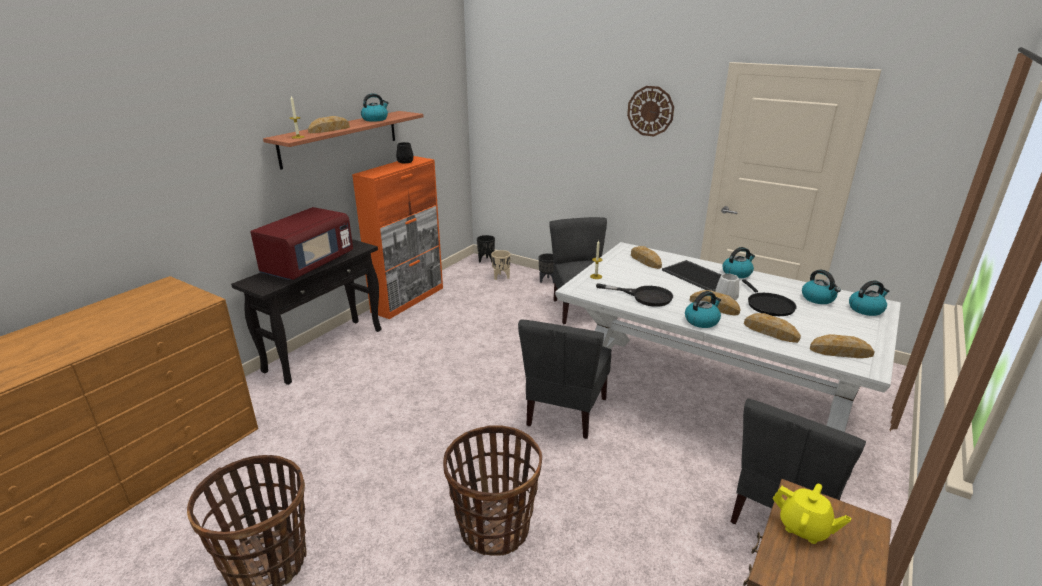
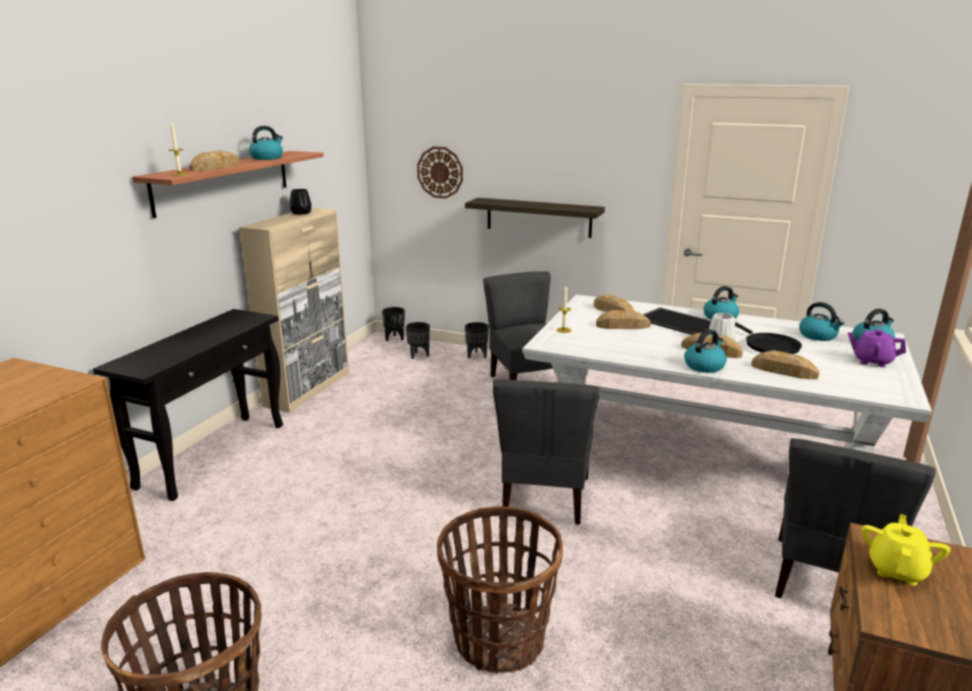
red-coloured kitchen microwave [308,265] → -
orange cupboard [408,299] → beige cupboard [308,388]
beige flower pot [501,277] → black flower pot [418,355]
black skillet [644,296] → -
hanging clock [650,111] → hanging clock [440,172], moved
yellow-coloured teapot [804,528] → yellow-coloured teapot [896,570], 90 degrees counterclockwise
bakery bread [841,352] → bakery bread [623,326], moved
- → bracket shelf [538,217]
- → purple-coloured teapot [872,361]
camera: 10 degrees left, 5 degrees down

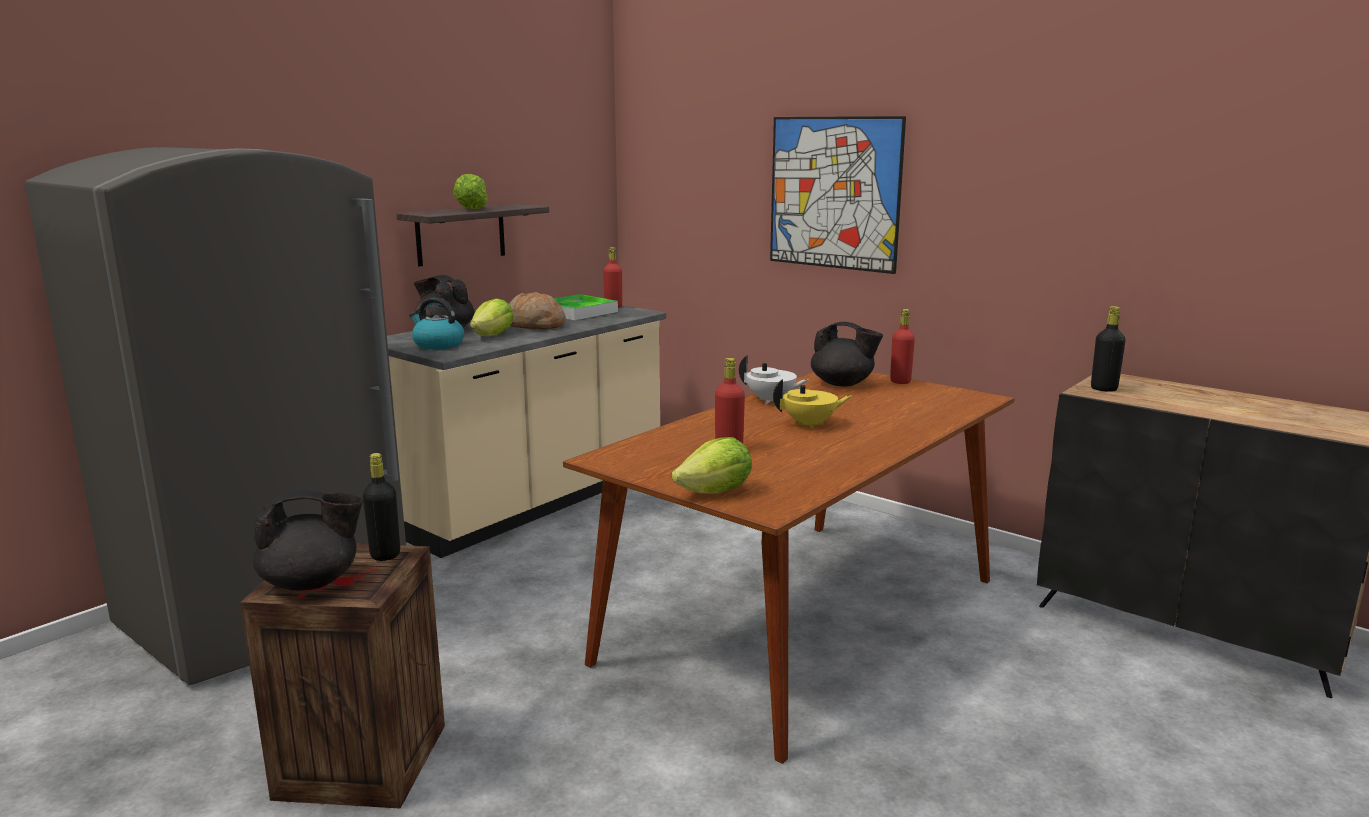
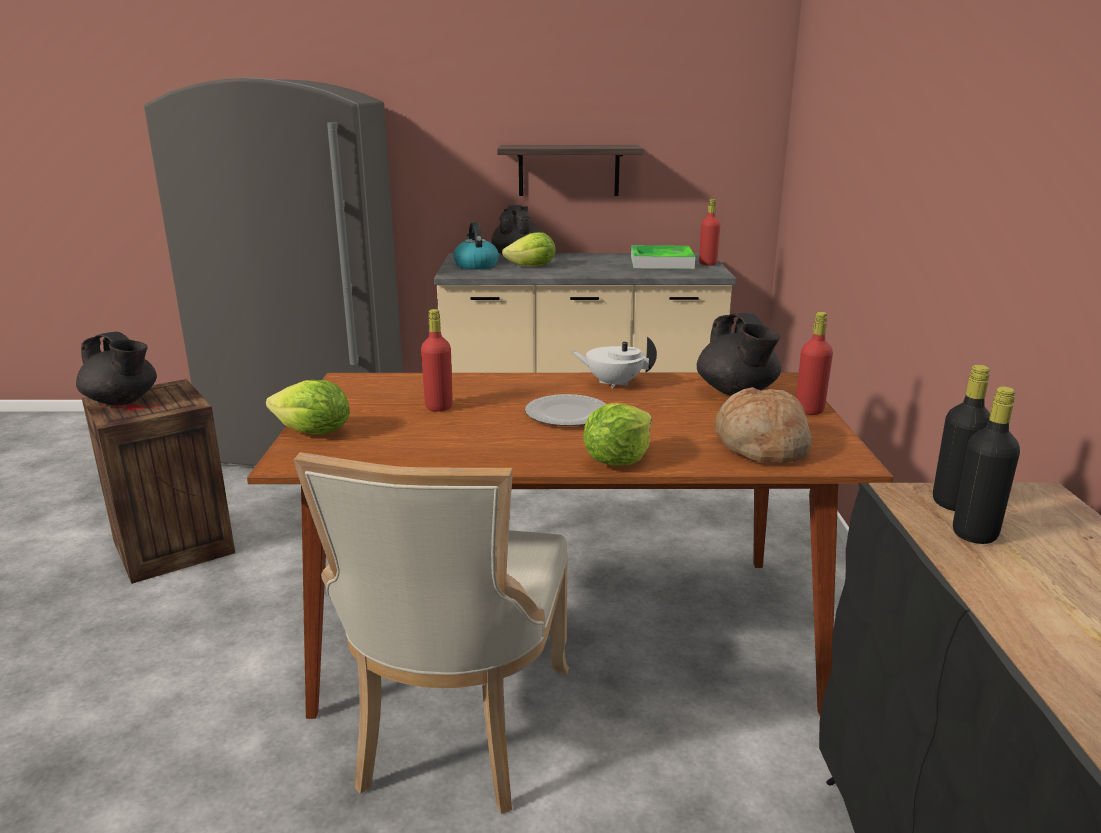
black beverage bottle [385,555] → black beverage bottle [974,534], moved
lettuce head [471,209] → lettuce head [617,460], moved
bakery bread [535,325] → bakery bread [760,445], moved
whitish teapot [771,401] → whitish teapot [613,383], 120 degrees clockwise
picture [834,193] → -
yellow-coloured teapot [810,424] → plate [567,414]
- → beige plain chair [458,731]
camera: 50 degrees right, 5 degrees up

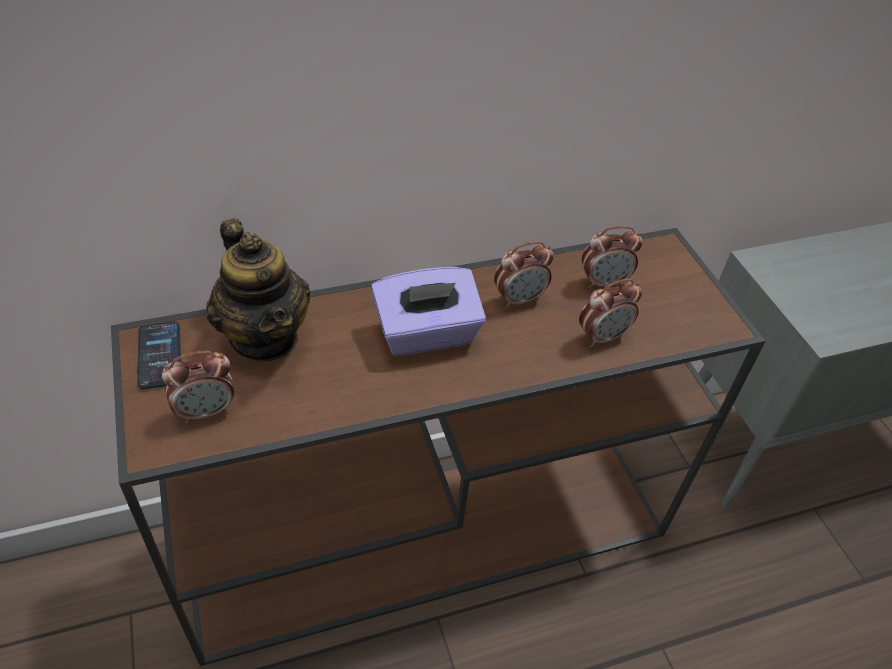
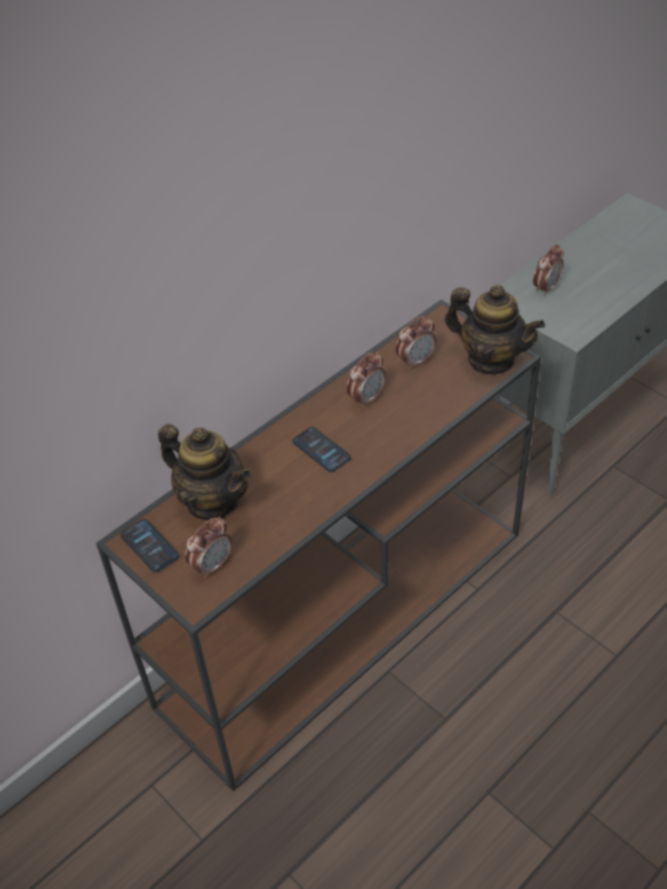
purple-coloured box of tissues [426,334] → handset [321,450]
alarm clock [602,337] → alarm clock [546,288], moved
- → teapot [491,359]
camera: 20 degrees left, 0 degrees up

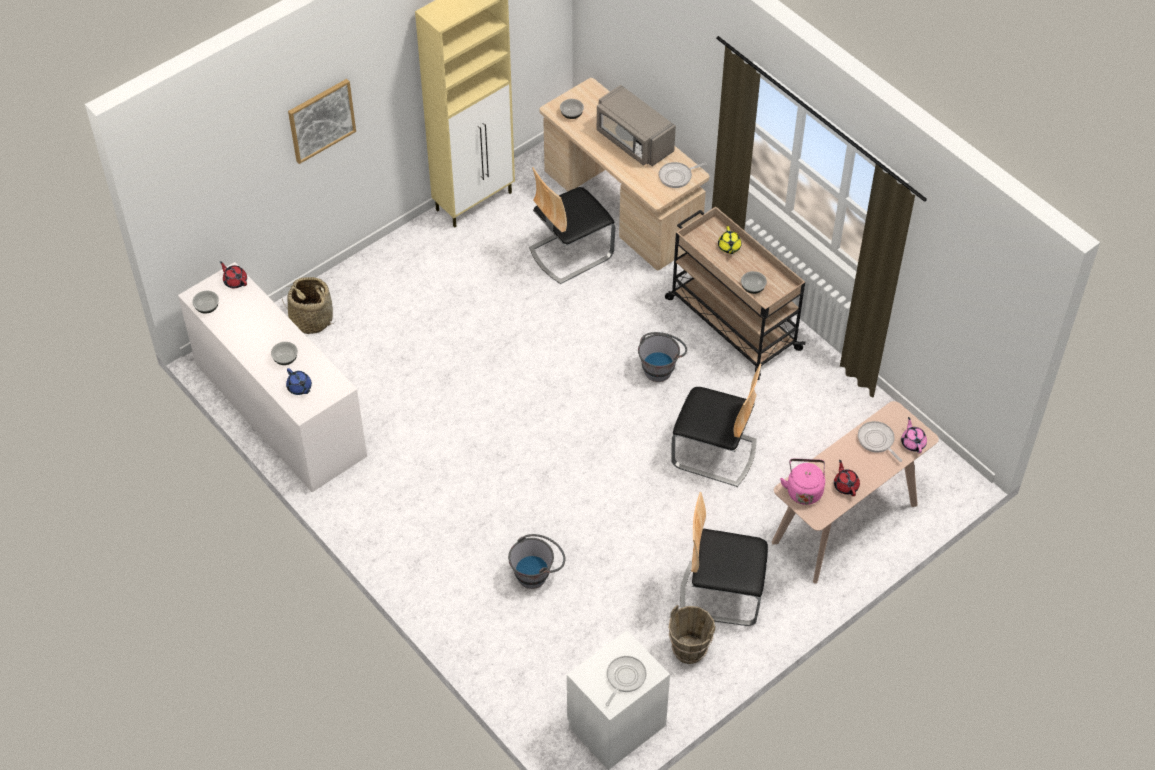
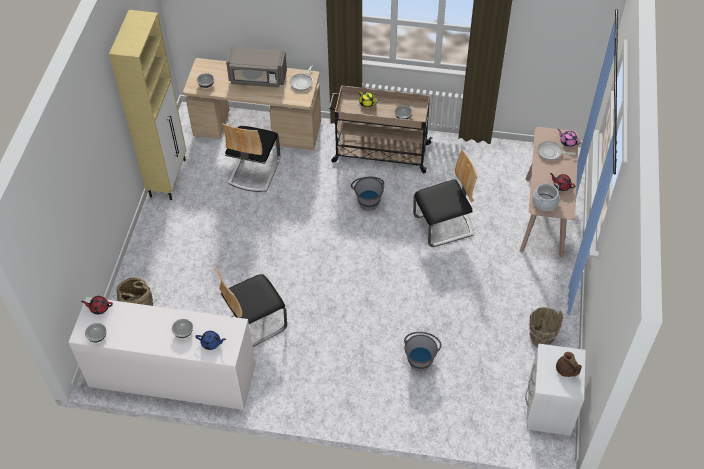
picture [321,120] → -
skillet [624,678] → brown teapot [566,370]
plain chair [721,593] → plain chair [253,324], moved
pink-coloured kettle [804,490] → stockpot [544,202]
camera: 40 degrees left, 0 degrees up

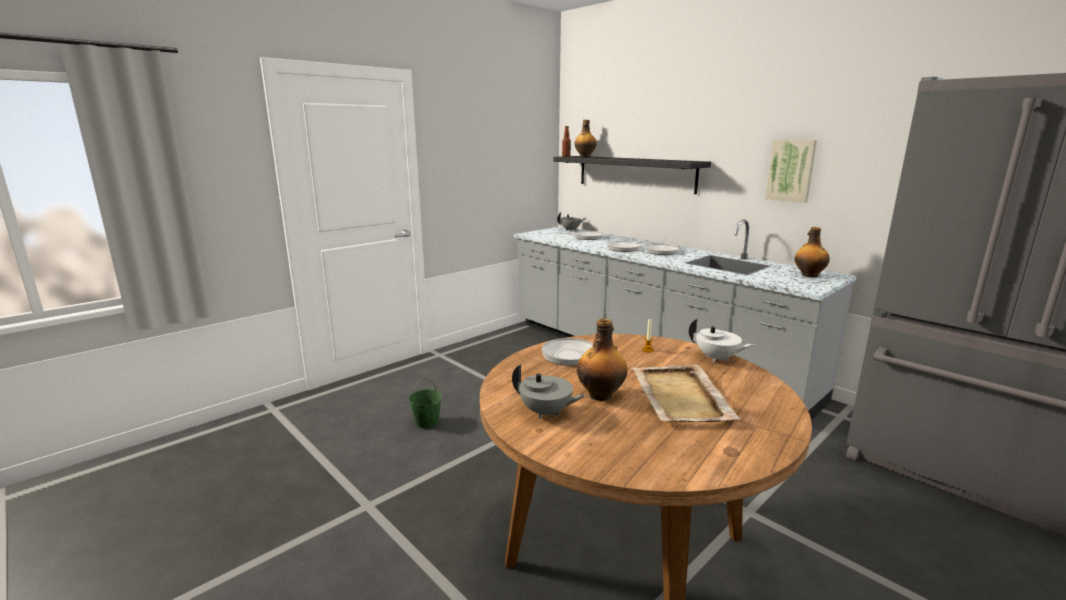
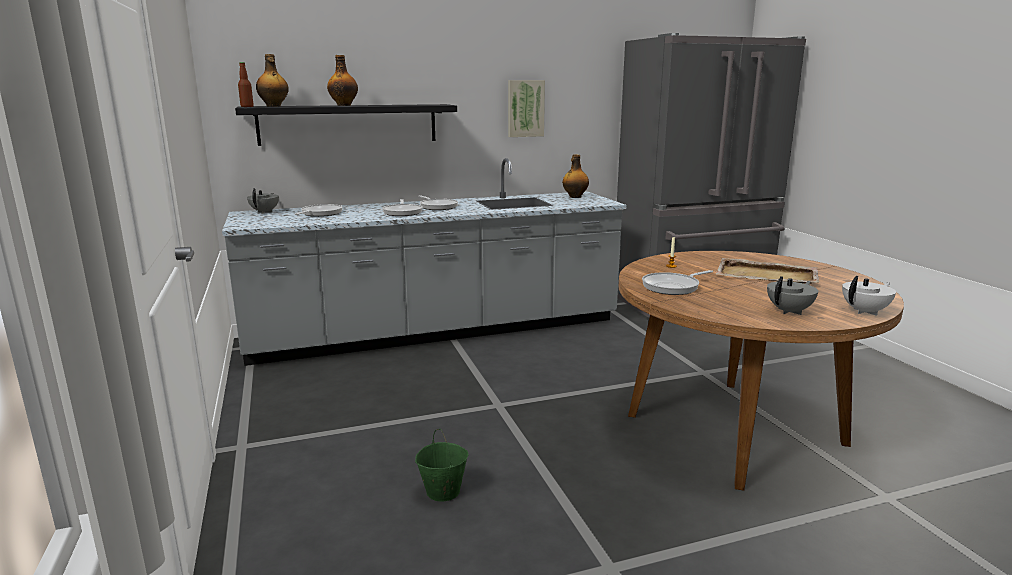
beverage bottle [601,395] → beverage bottle [344,105], moved
whitish teapot [717,358] → whitish teapot [865,311], moved
camera: 65 degrees left, 0 degrees up

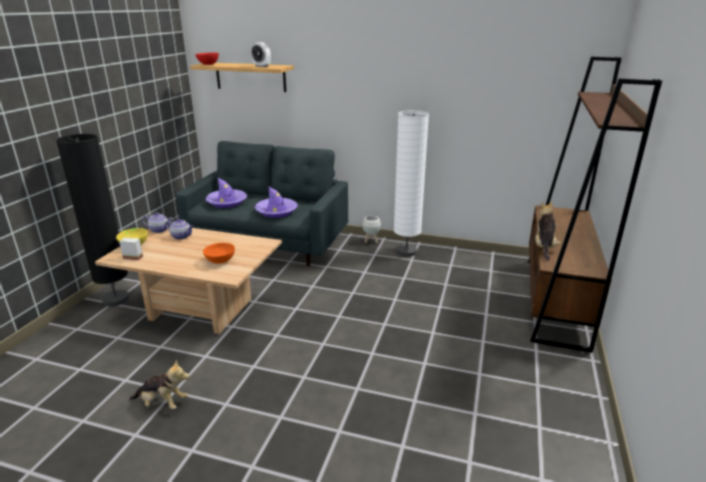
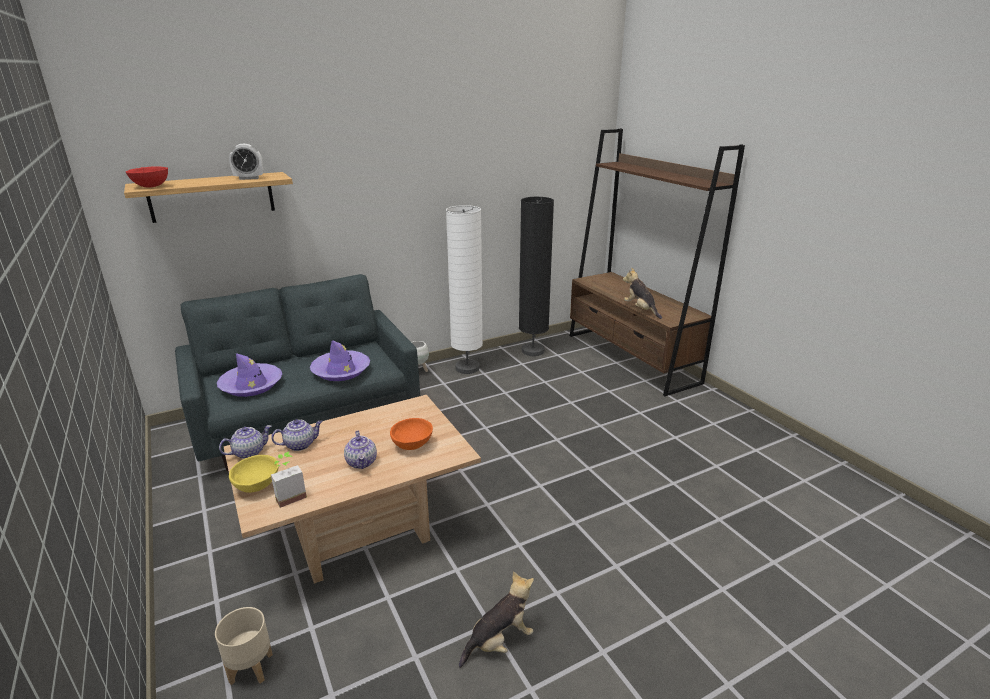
black floor lamp [116,299] → black floor lamp [533,351], moved
- → beige flower pot [250,668]
- → teapot [362,462]
camera: 45 degrees left, 0 degrees up

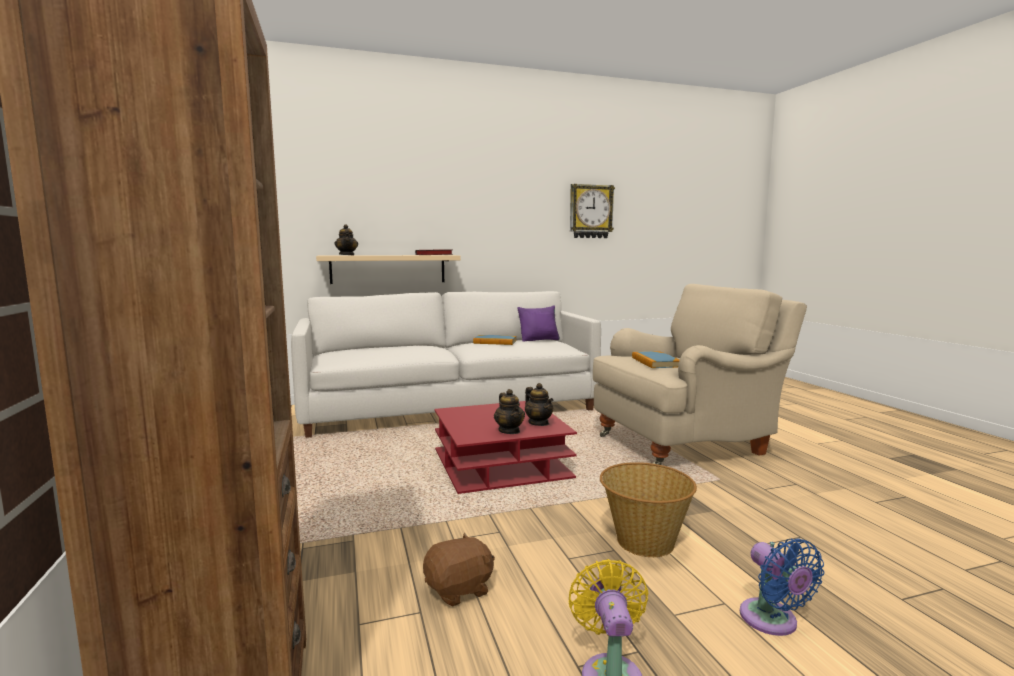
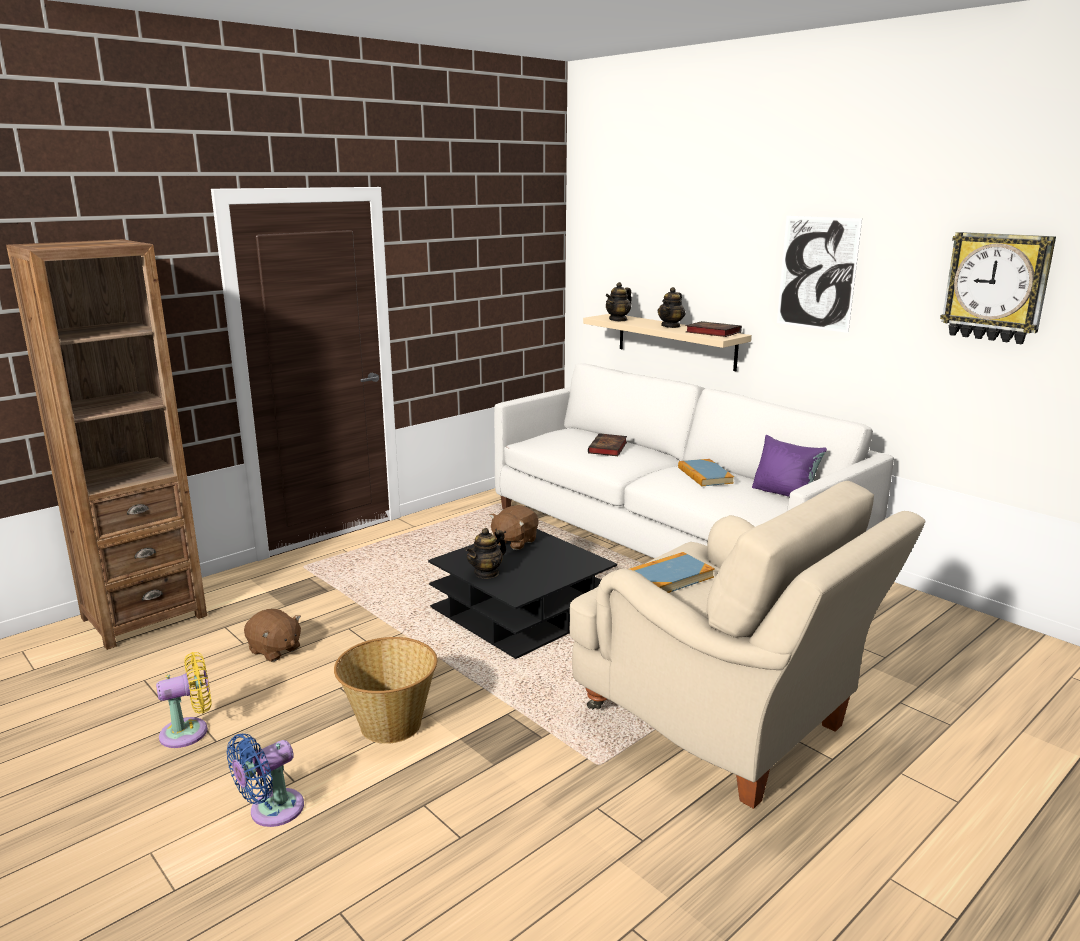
red-coloured coffee table [500,464] → black coffee table [522,611]
teapot [538,423] → teapot [671,326], moved
- → brown soft toy [514,542]
- → book [608,448]
- → picture [817,273]
camera: 65 degrees right, 10 degrees up

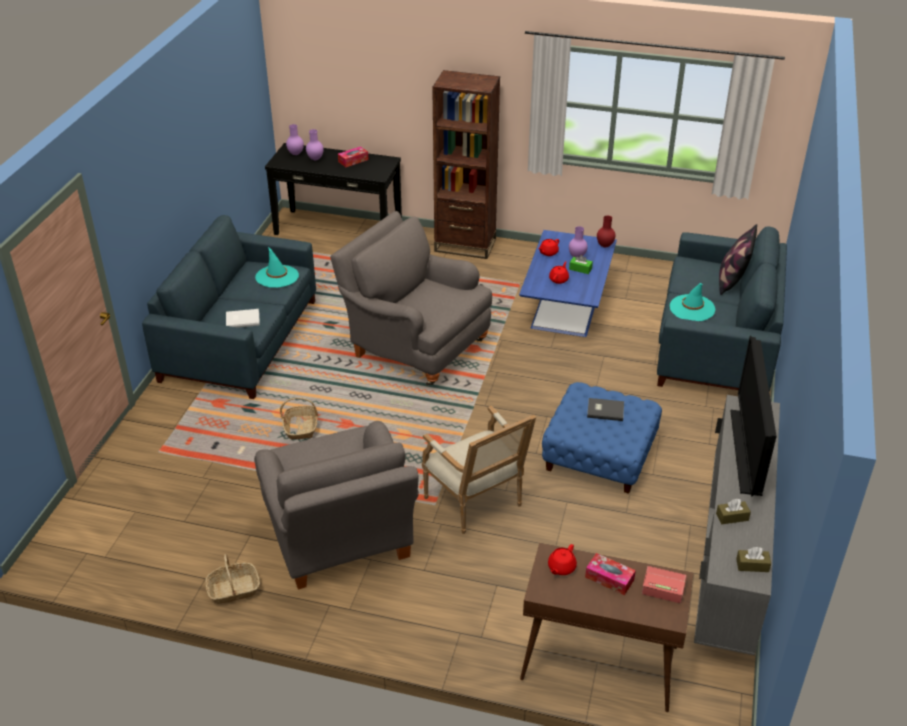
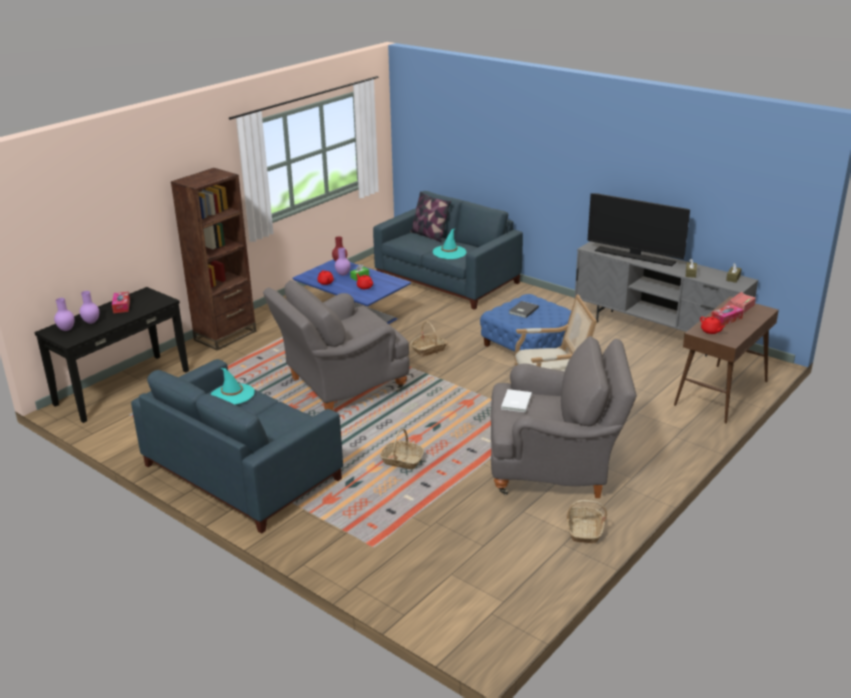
whitish book [242,319] → whitish book [515,402], moved
- → basket [429,350]
camera: 65 degrees left, 10 degrees down

